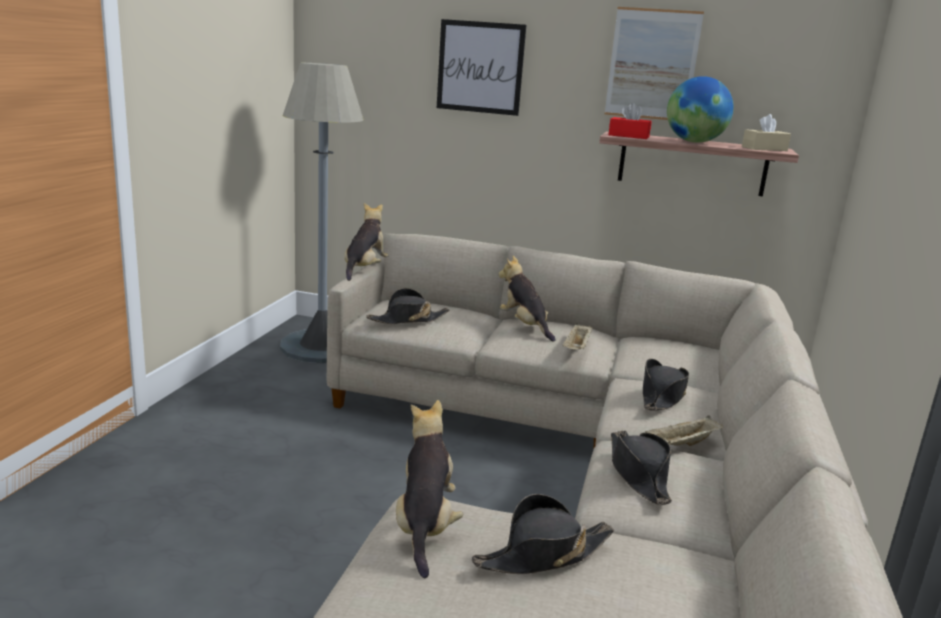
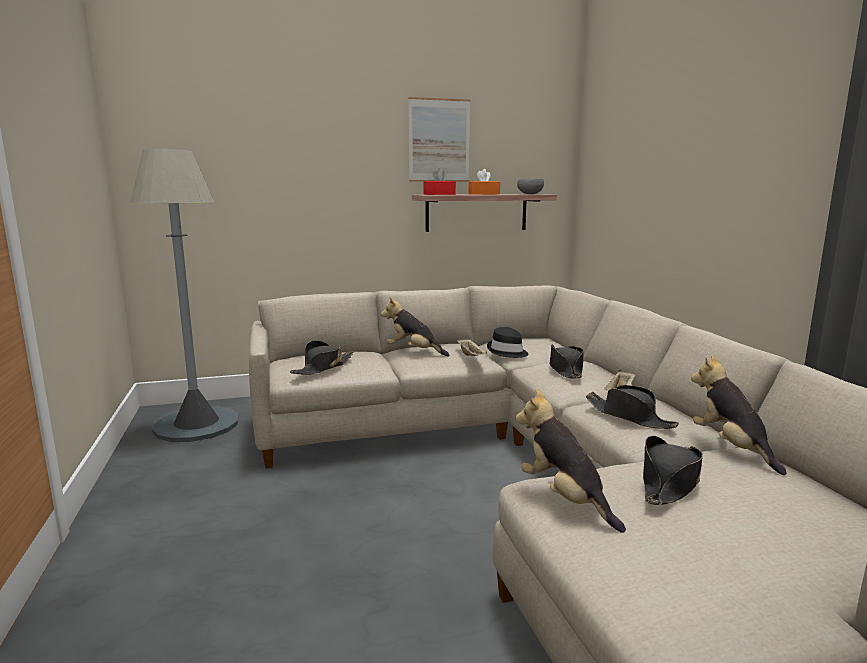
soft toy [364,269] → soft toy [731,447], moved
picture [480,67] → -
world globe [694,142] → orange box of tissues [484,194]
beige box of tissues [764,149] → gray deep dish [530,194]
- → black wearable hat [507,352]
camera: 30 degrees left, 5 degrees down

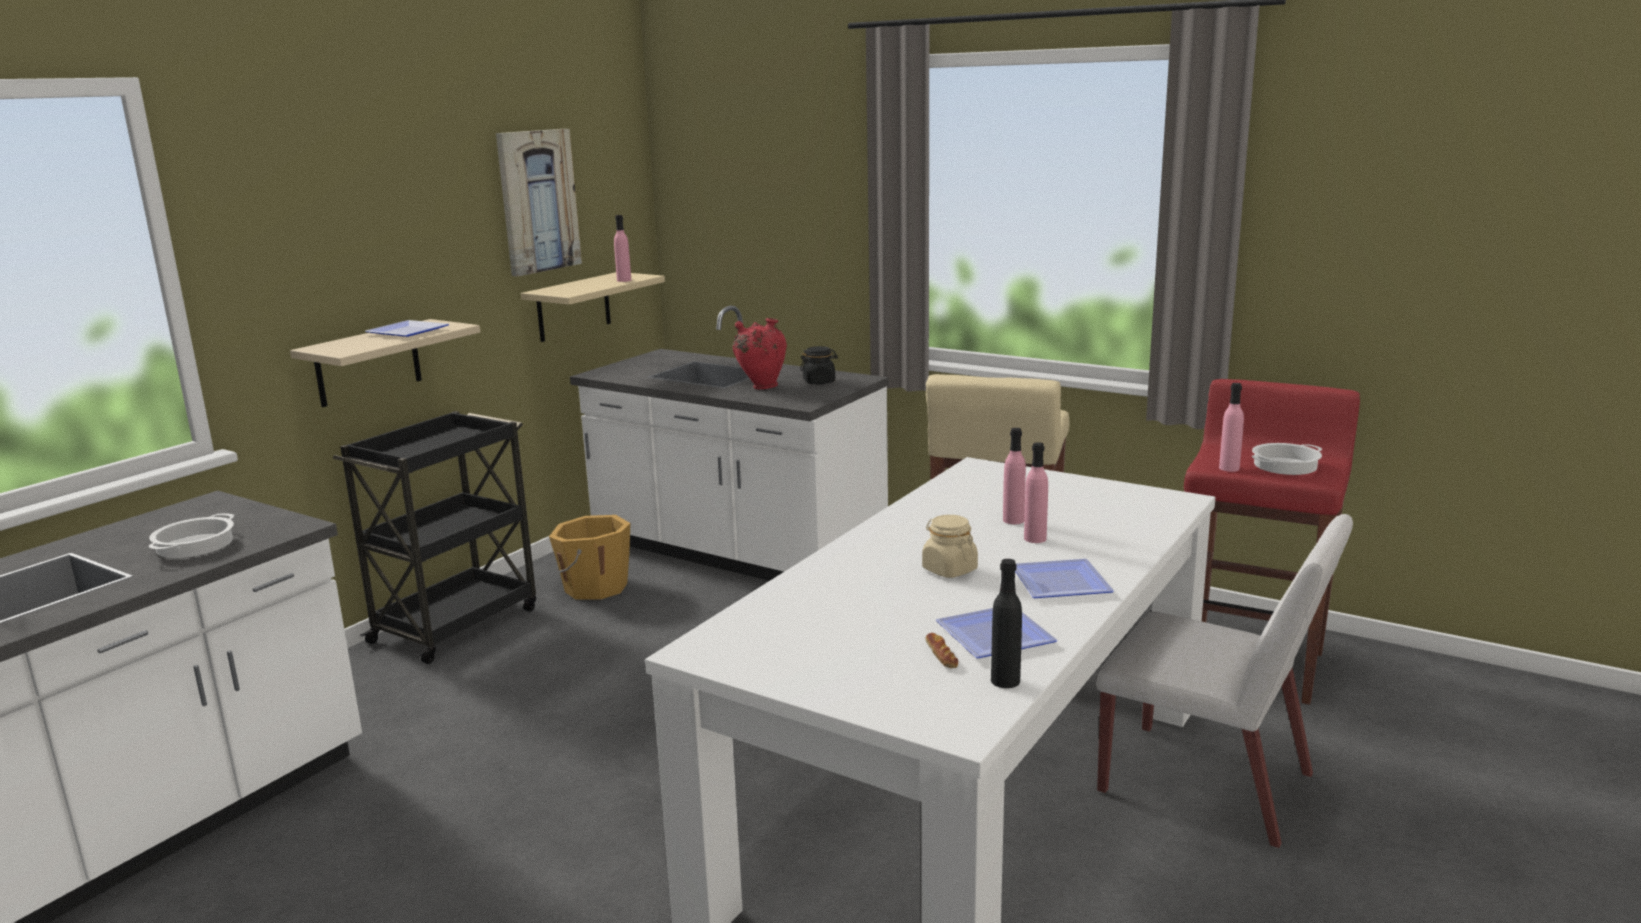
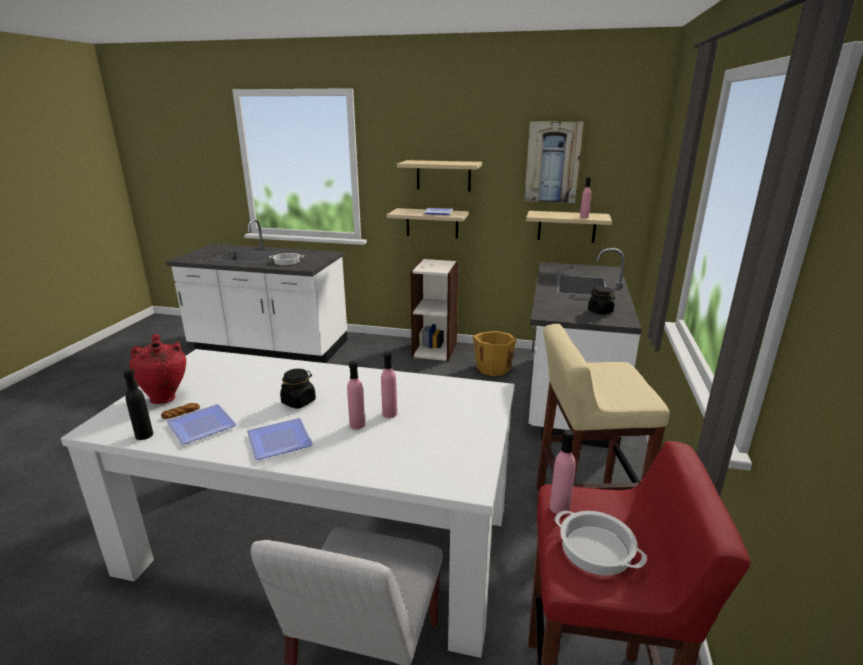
black cart [457,624] → bookshelf [435,349]
red-coloured vase [761,387] → red-coloured vase [166,398], moved
beige preserve jar [949,570] → black preserve jar [299,401]
- → beige bracket shelf [443,175]
camera: 70 degrees right, 5 degrees up

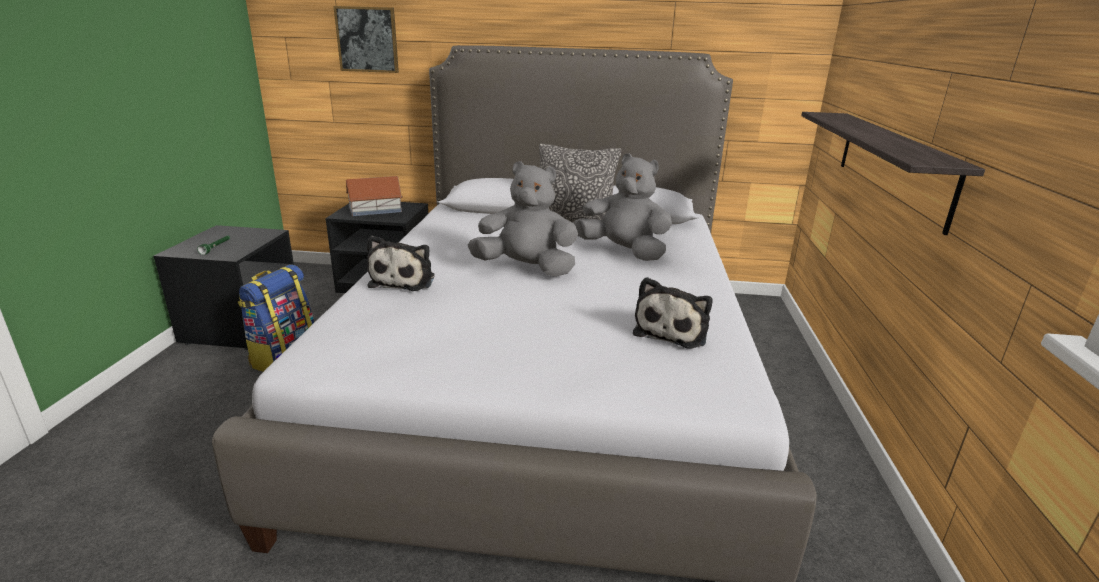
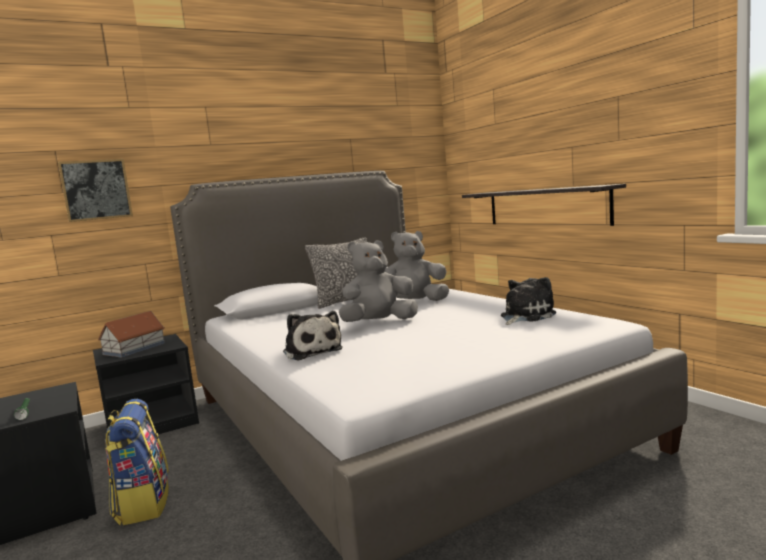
soft toy [673,331] → soft toy [525,316], 120 degrees counterclockwise
camera: 35 degrees left, 15 degrees down

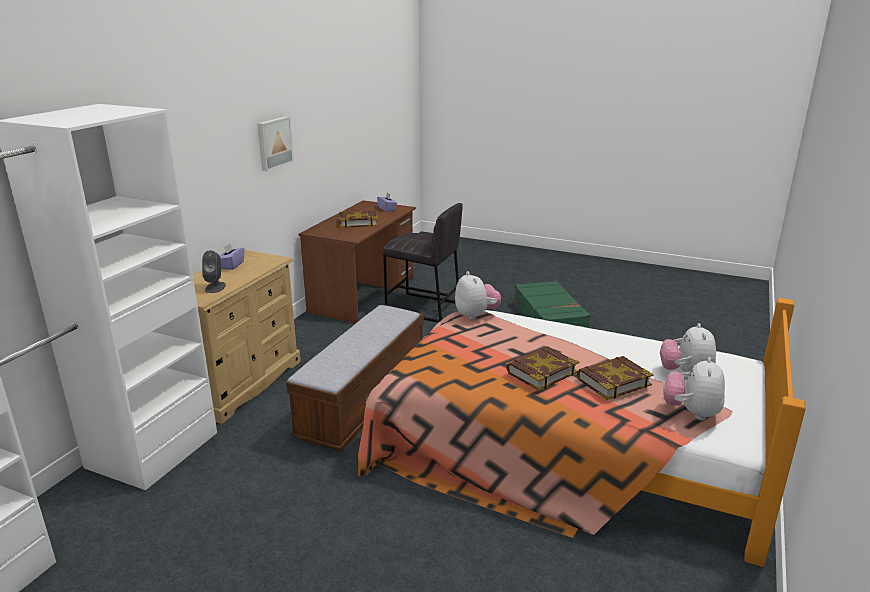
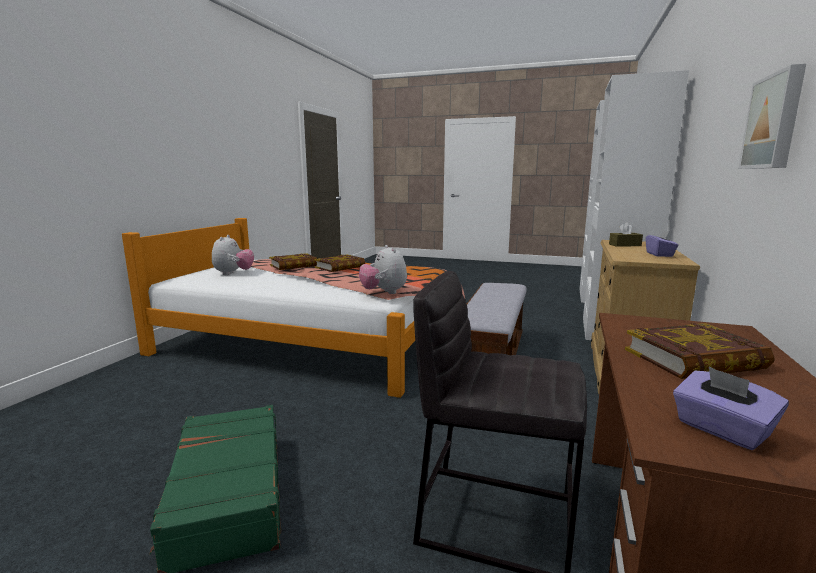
gray loudspeaker [215,287] → brown box of tissues [625,245]
soft toy [691,412] → -
camera: 175 degrees right, 10 degrees down

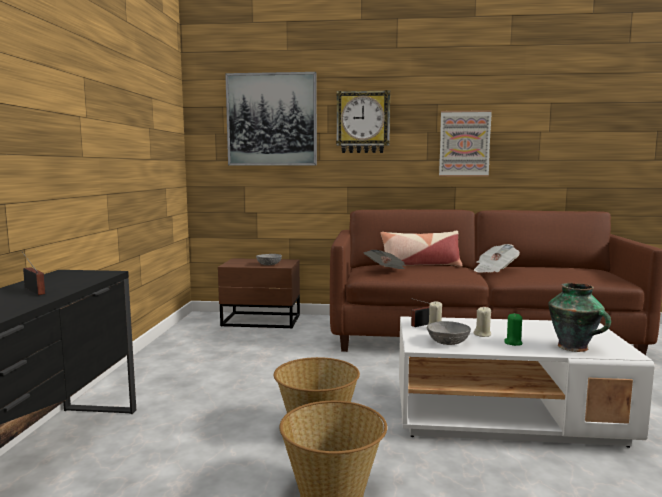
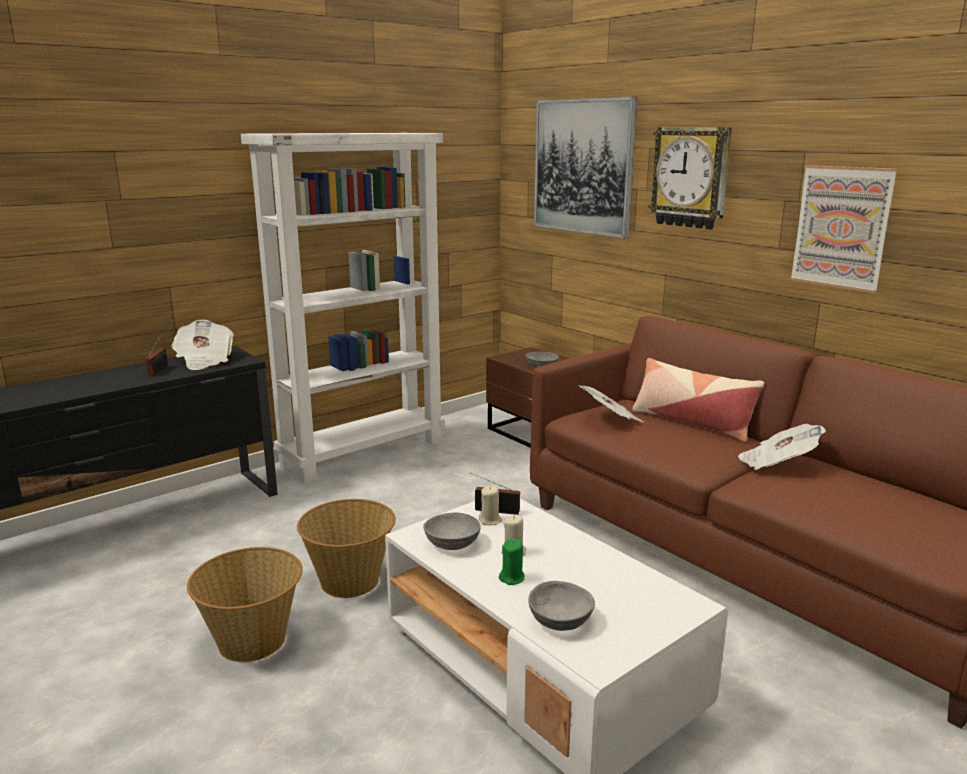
vase [574,347] → gray deep dish [559,620]
- → daily paper [204,361]
- → whitish bookshelf [363,452]
camera: 45 degrees right, 10 degrees up

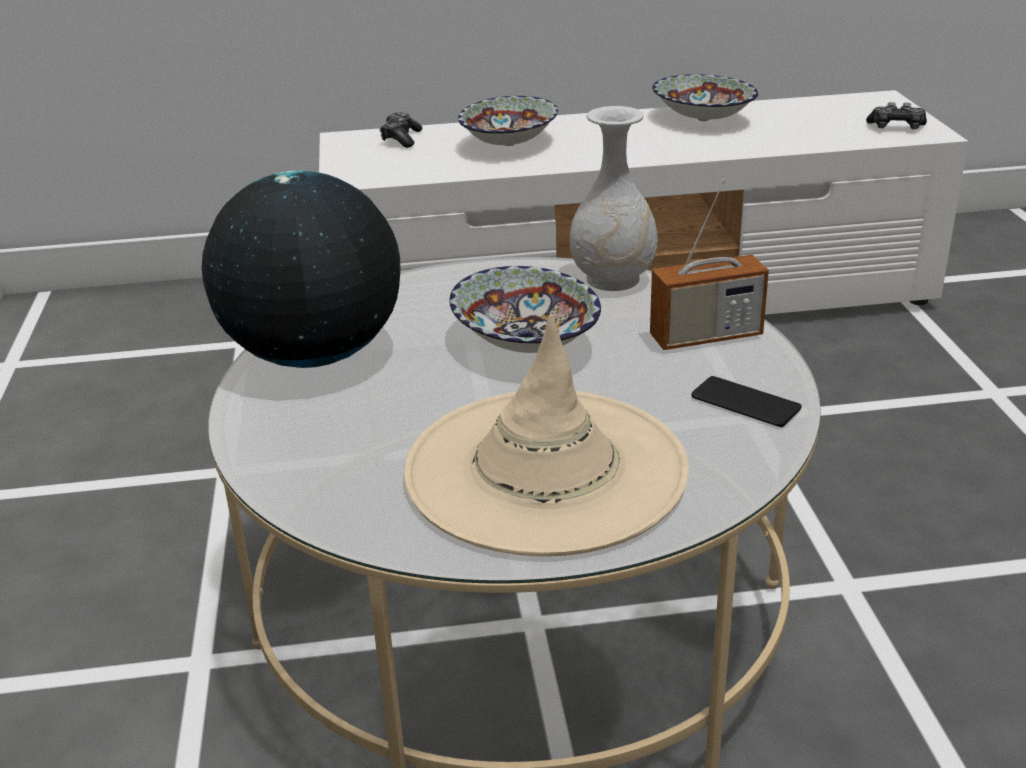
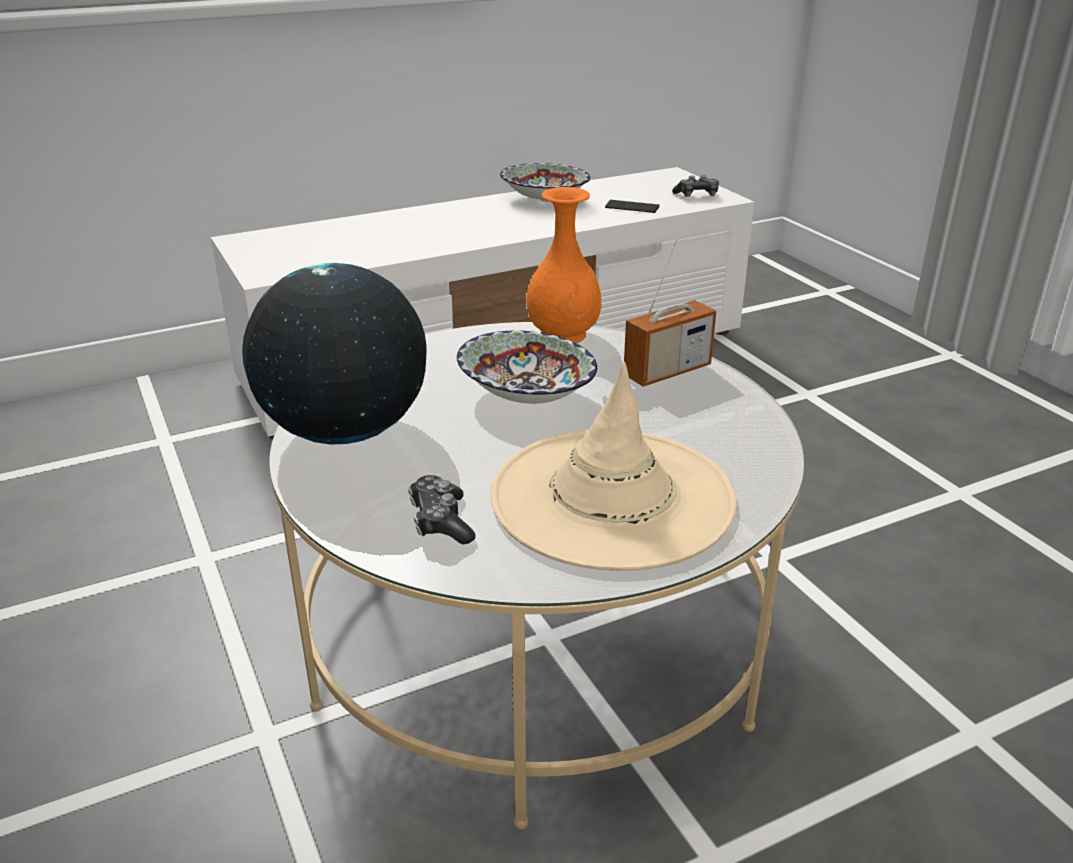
gamepad [401,139] → gamepad [441,521], moved
deep dish [508,144] → -
whitish vase [614,279] → orange vase [564,335]
handset [745,403] → handset [632,207], moved
camera: 20 degrees left, 0 degrees up

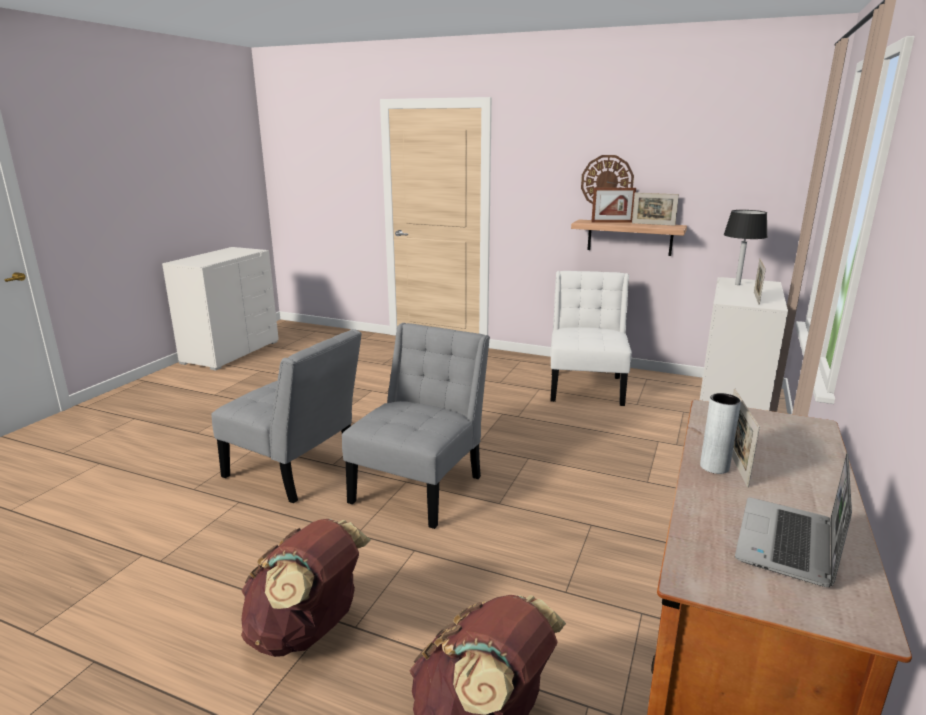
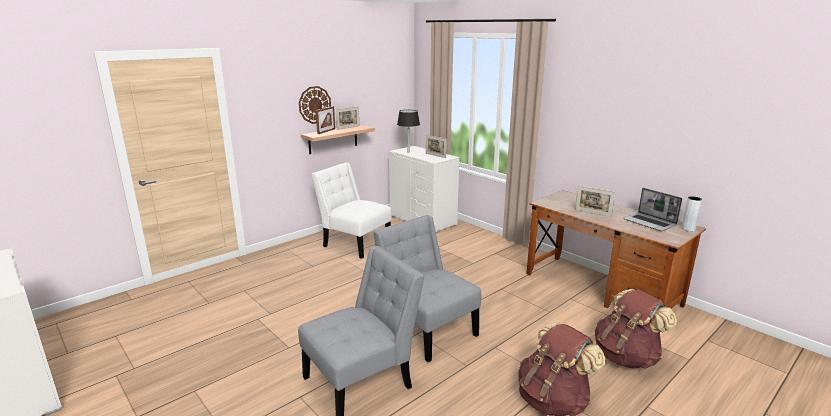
gray vase [714,467] → gray vase [688,229], moved
camera: 65 degrees left, 0 degrees up

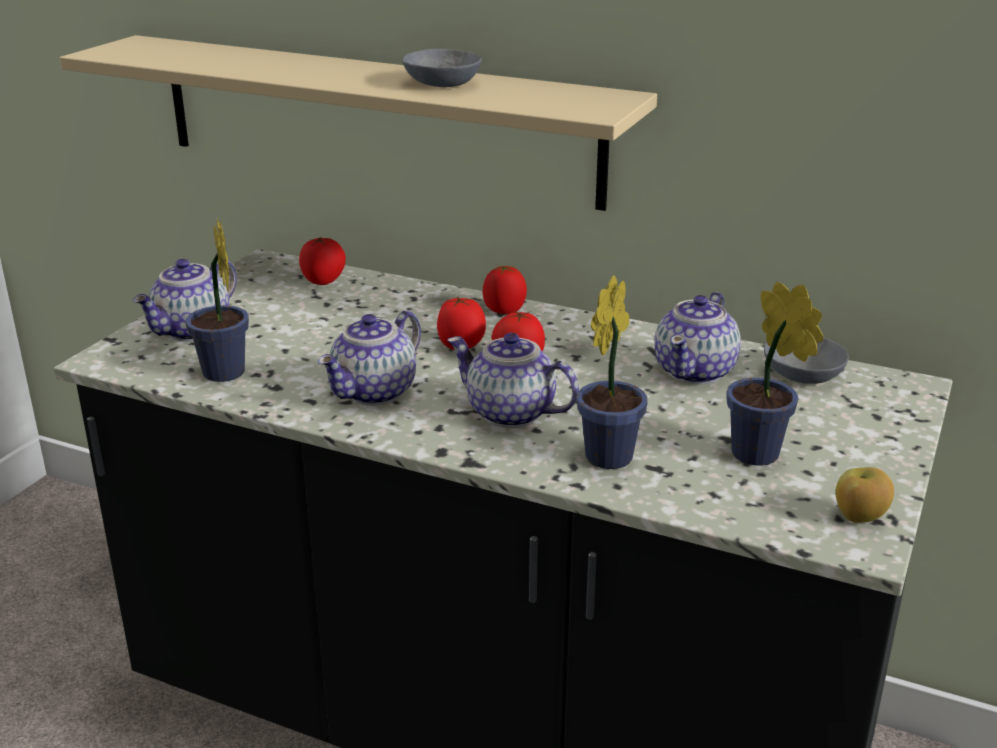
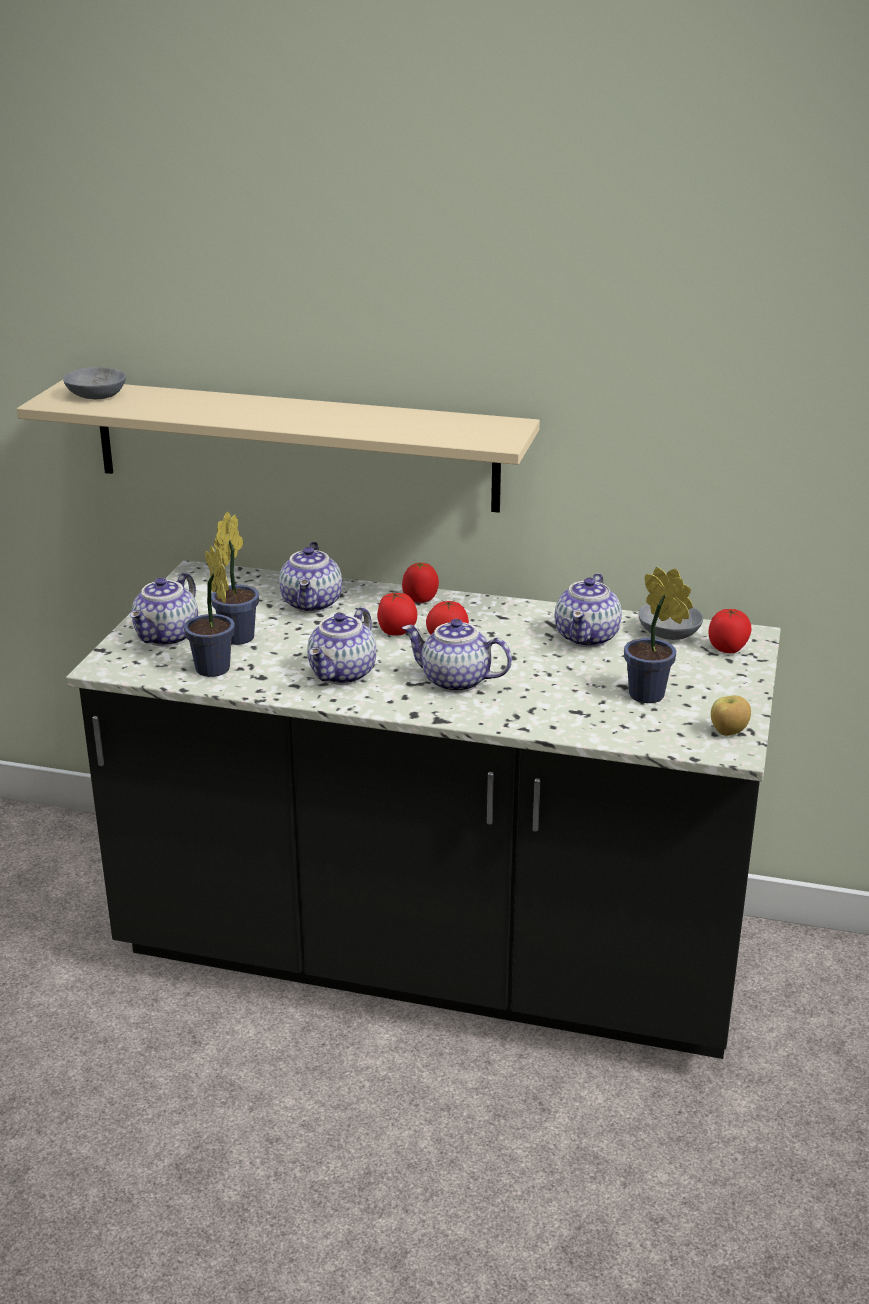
tomato [324,281] → tomato [728,649], moved
gray deep dish [440,83] → gray deep dish [95,395], moved
plant in a pot [612,454] → plant in a pot [240,635], moved
- → teapot [313,604]
camera: 10 degrees left, 0 degrees up

